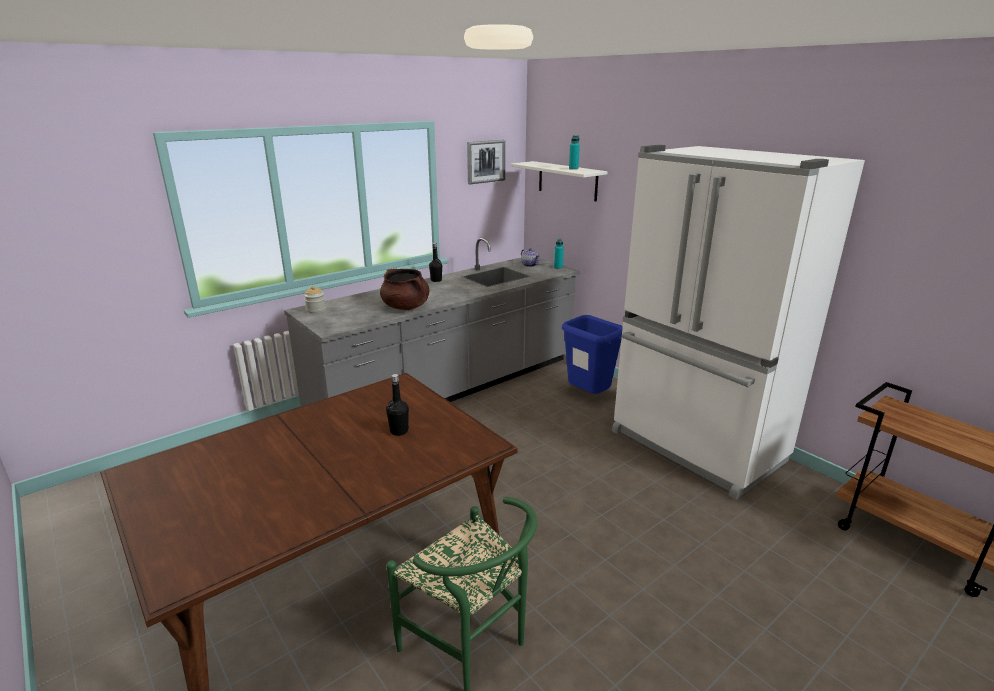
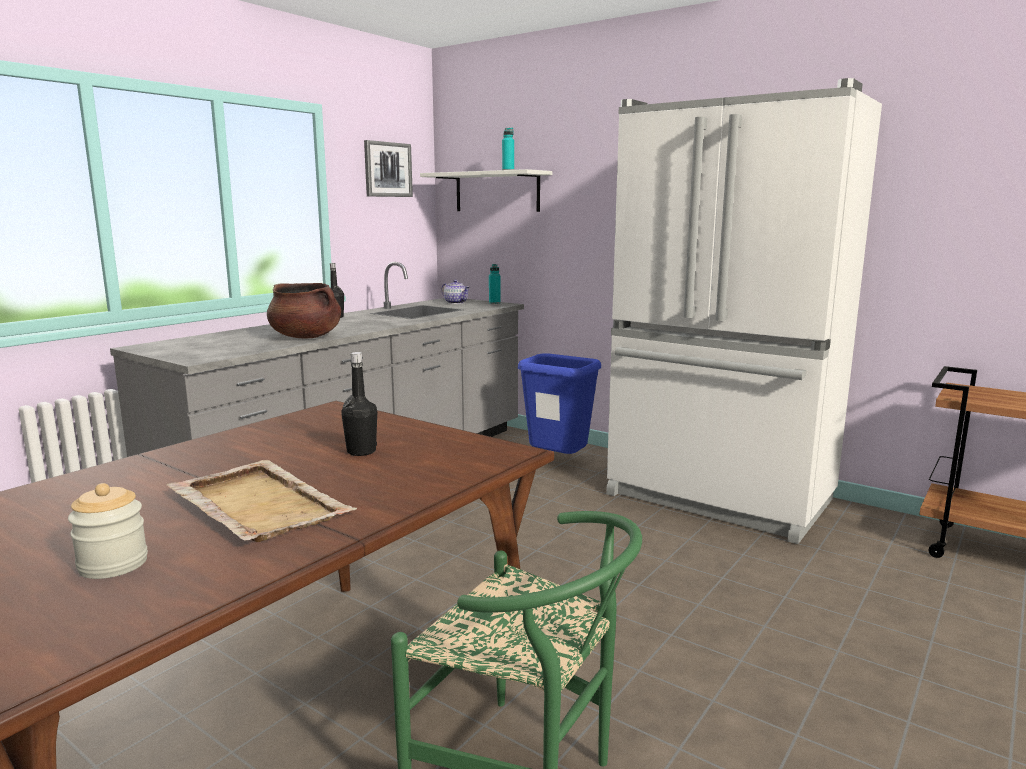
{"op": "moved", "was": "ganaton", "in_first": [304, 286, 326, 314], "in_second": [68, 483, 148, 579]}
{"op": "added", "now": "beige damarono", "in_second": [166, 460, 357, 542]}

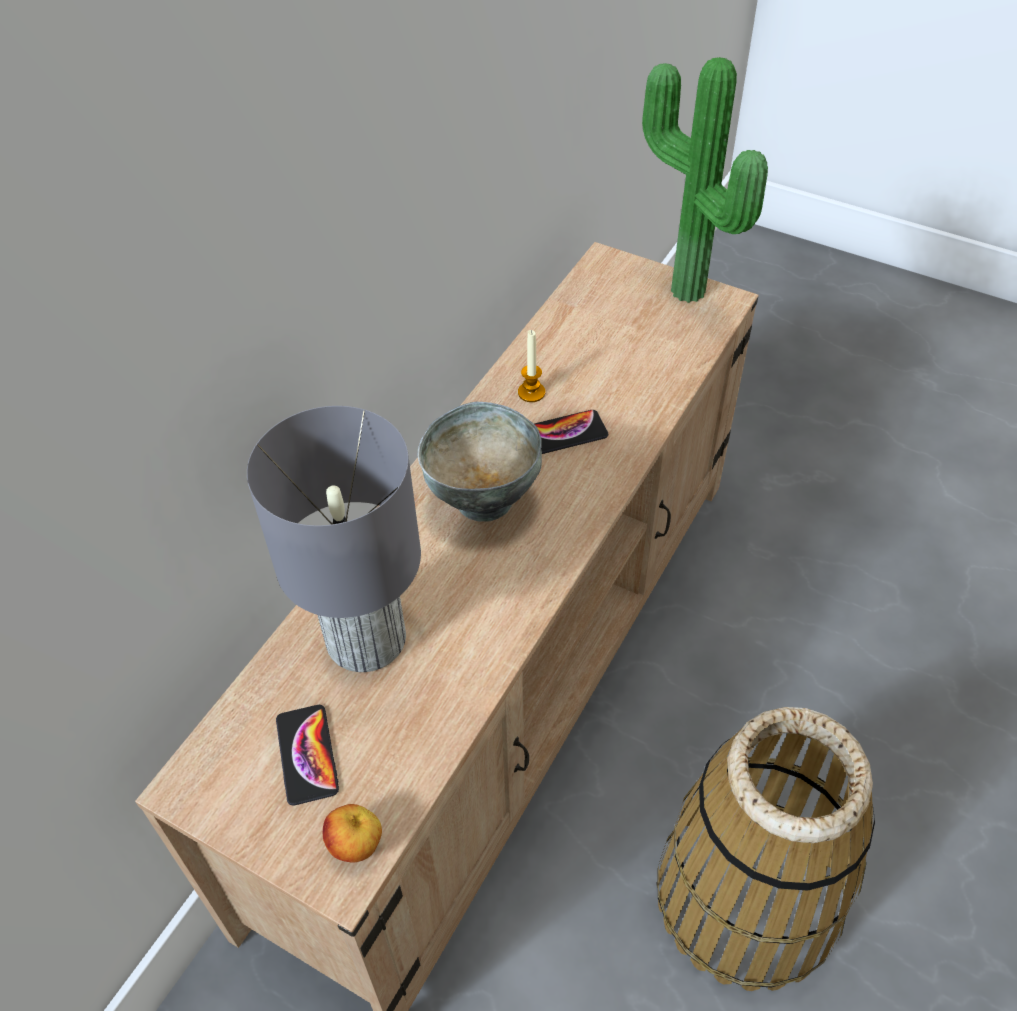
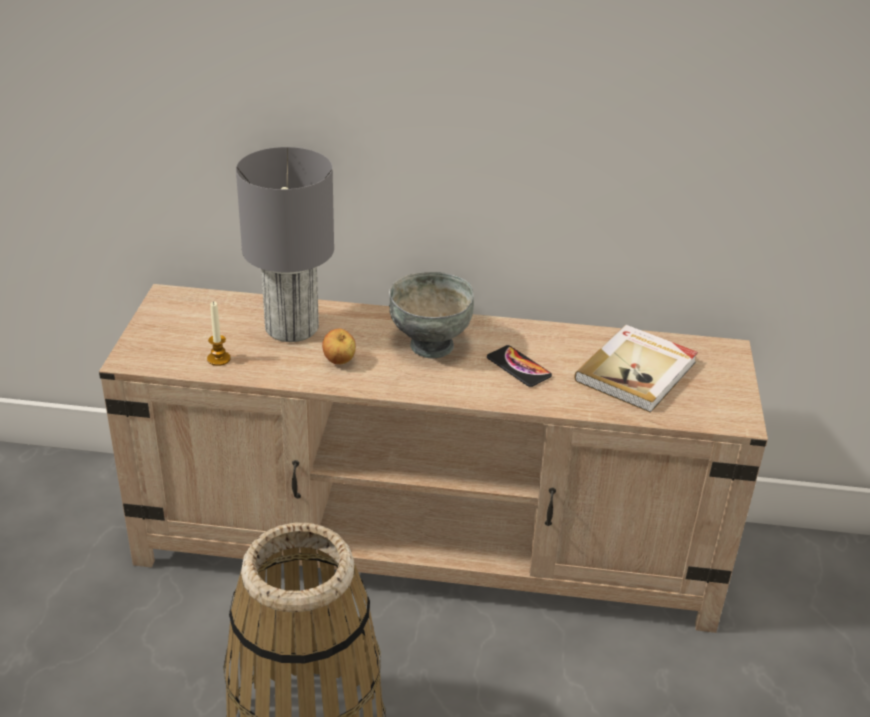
{"op": "removed", "was": "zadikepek", "in_first": [642, 57, 768, 303]}
{"op": "moved", "was": "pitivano", "in_first": [518, 330, 545, 402], "in_second": [207, 301, 231, 366]}
{"op": "removed", "was": "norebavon", "in_first": [276, 705, 339, 806]}
{"op": "moved", "was": "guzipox", "in_first": [323, 804, 382, 863], "in_second": [322, 329, 356, 364]}
{"op": "added", "now": "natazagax", "in_second": [574, 325, 698, 413]}

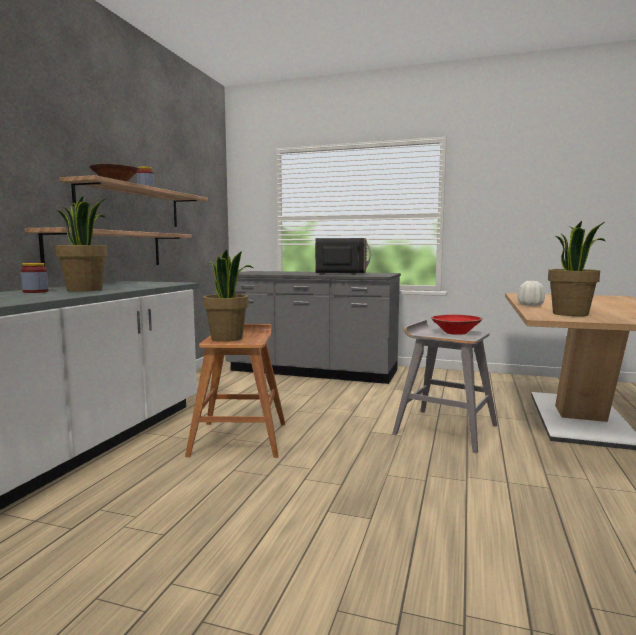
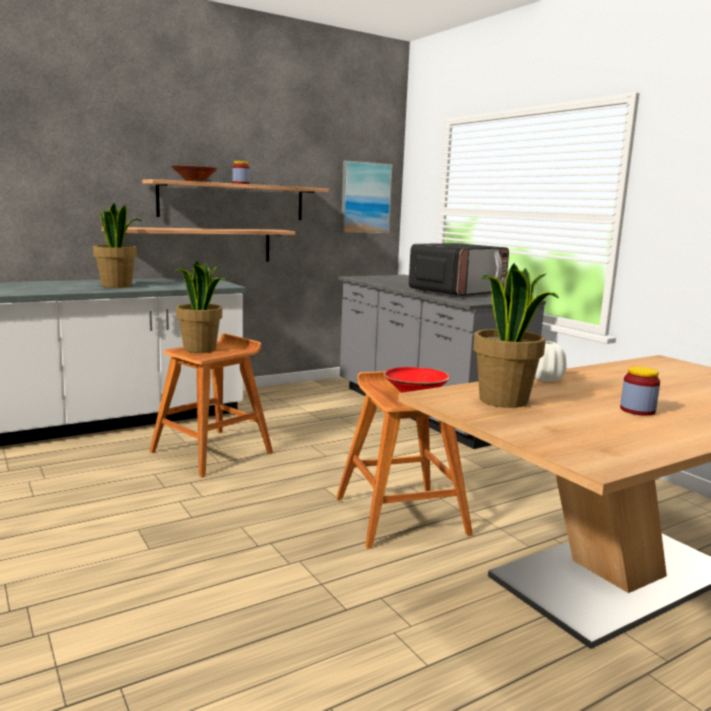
{"op": "moved", "was": "ganaton", "in_first": [21, 263, 49, 293], "in_second": [620, 366, 660, 416]}
{"op": "recoloured", "was": "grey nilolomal", "now": "brown nilolomal", "in_first": [392, 320, 497, 453], "in_second": [336, 371, 473, 549]}
{"op": "added", "now": "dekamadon", "in_second": [341, 160, 392, 233]}

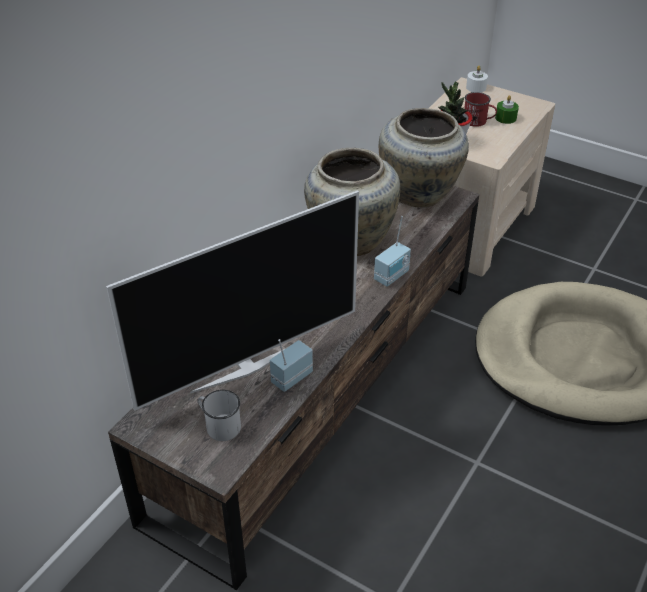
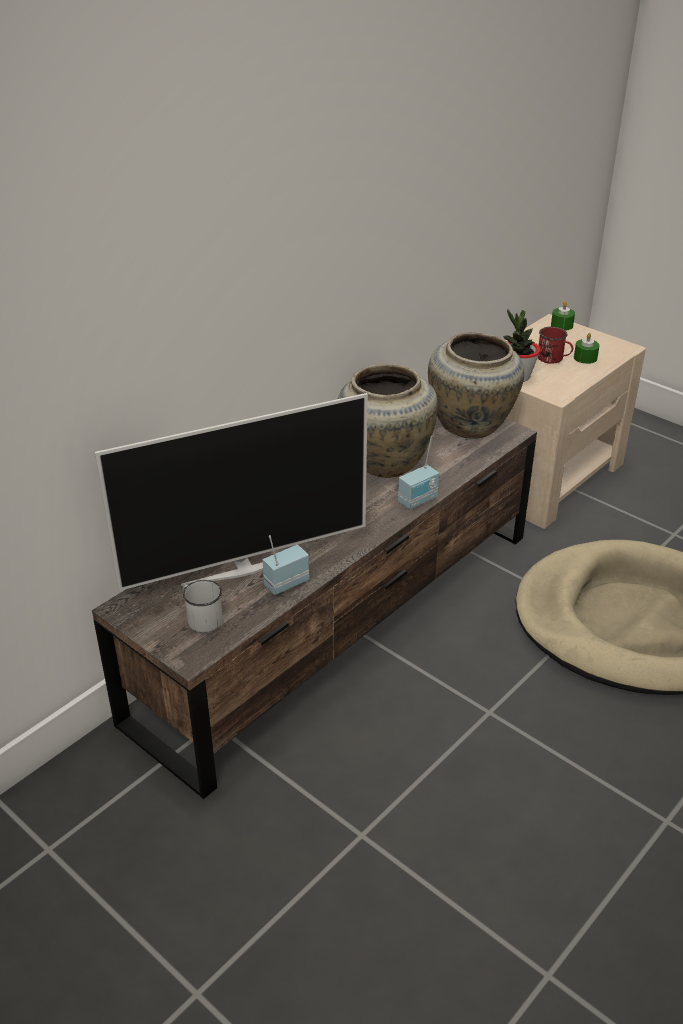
{"op": "recoloured", "was": "white pitivano", "now": "green pitivano", "in_first": [466, 66, 488, 92], "in_second": [551, 301, 575, 331]}

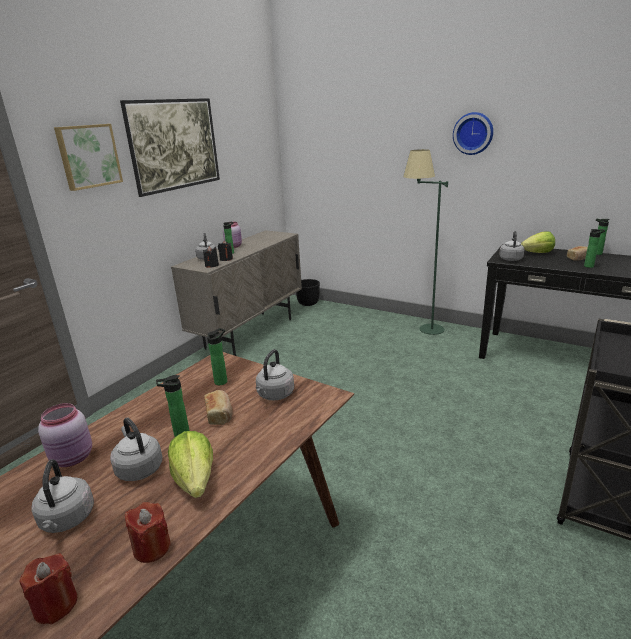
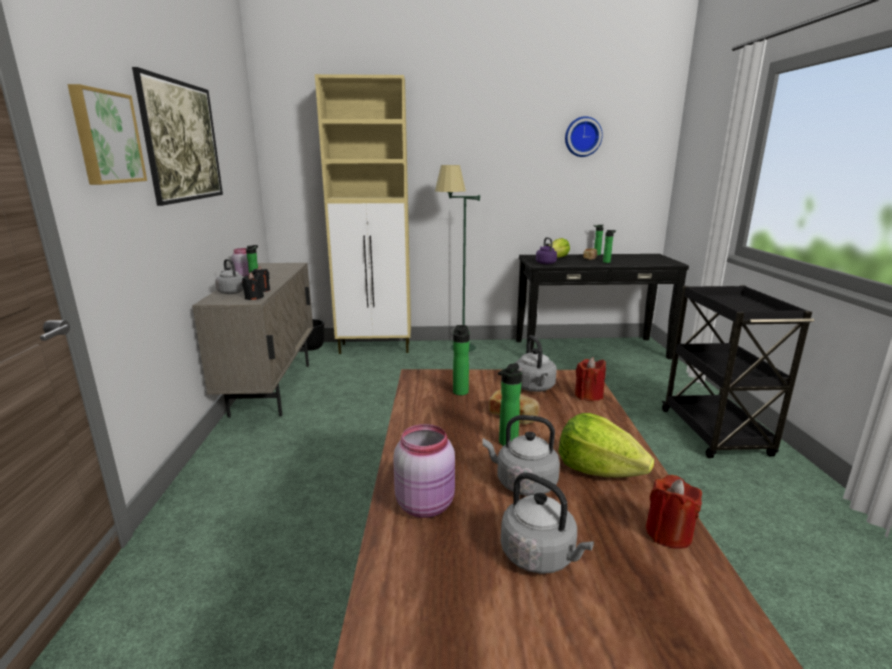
{"op": "moved", "was": "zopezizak", "in_first": [453, 112, 493, 155], "in_second": [565, 116, 603, 157]}
{"op": "recoloured", "was": "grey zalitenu", "now": "purple zalitenu", "in_first": [499, 231, 525, 261], "in_second": [536, 237, 557, 264]}
{"op": "moved", "was": "red pitivano", "in_first": [19, 553, 77, 625], "in_second": [575, 357, 606, 401]}
{"op": "added", "now": "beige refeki", "in_second": [315, 74, 411, 354]}

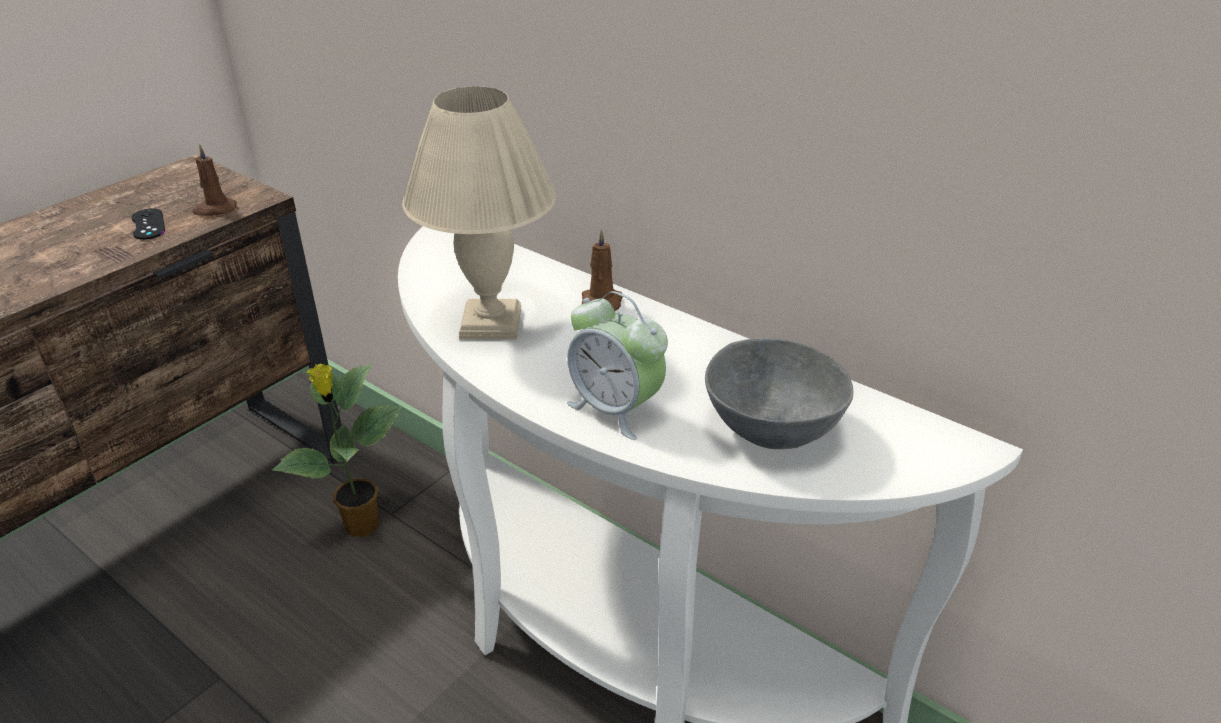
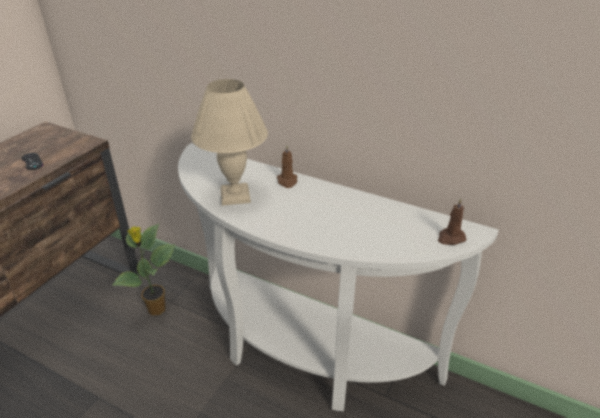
{"op": "moved", "was": "brown pitivano", "in_first": [193, 144, 237, 216], "in_second": [438, 198, 466, 245]}
{"op": "removed", "was": "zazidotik", "in_first": [567, 291, 668, 440]}
{"op": "removed", "was": "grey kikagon", "in_first": [705, 338, 853, 449]}

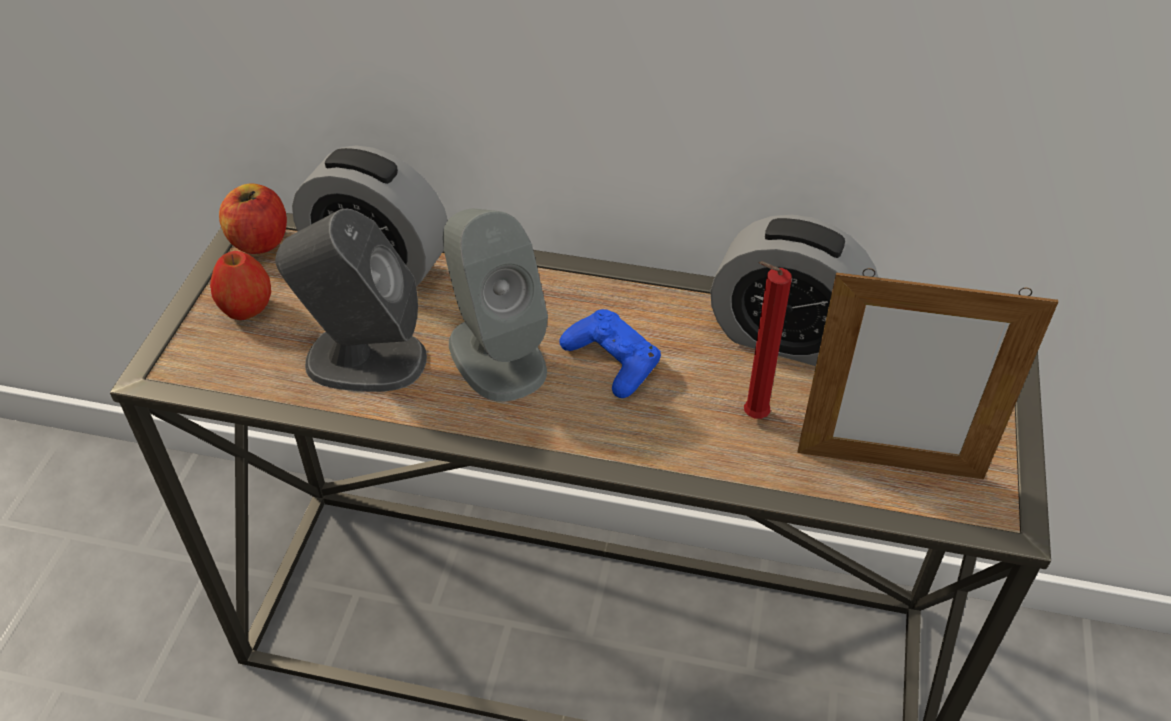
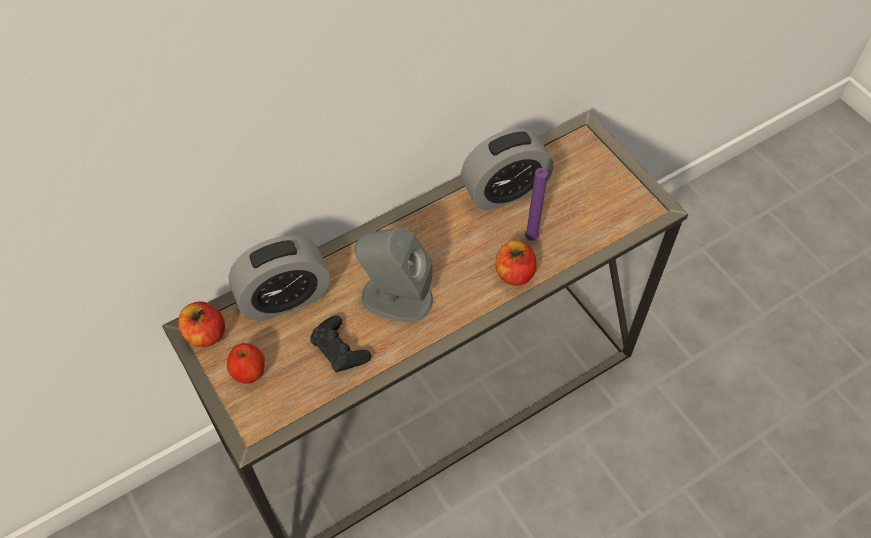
{"op": "replaced", "was": "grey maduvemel", "now": "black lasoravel", "in_first": [275, 209, 427, 392], "in_second": [310, 316, 372, 373]}
{"op": "recoloured", "was": "red pitivano", "now": "purple pitivano", "in_first": [744, 261, 792, 419], "in_second": [525, 168, 548, 241]}
{"op": "removed", "was": "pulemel", "in_first": [797, 268, 1058, 480]}
{"op": "removed", "was": "blue lasoravel", "in_first": [559, 309, 661, 398]}
{"op": "added", "now": "guzipox", "in_second": [495, 240, 537, 286]}

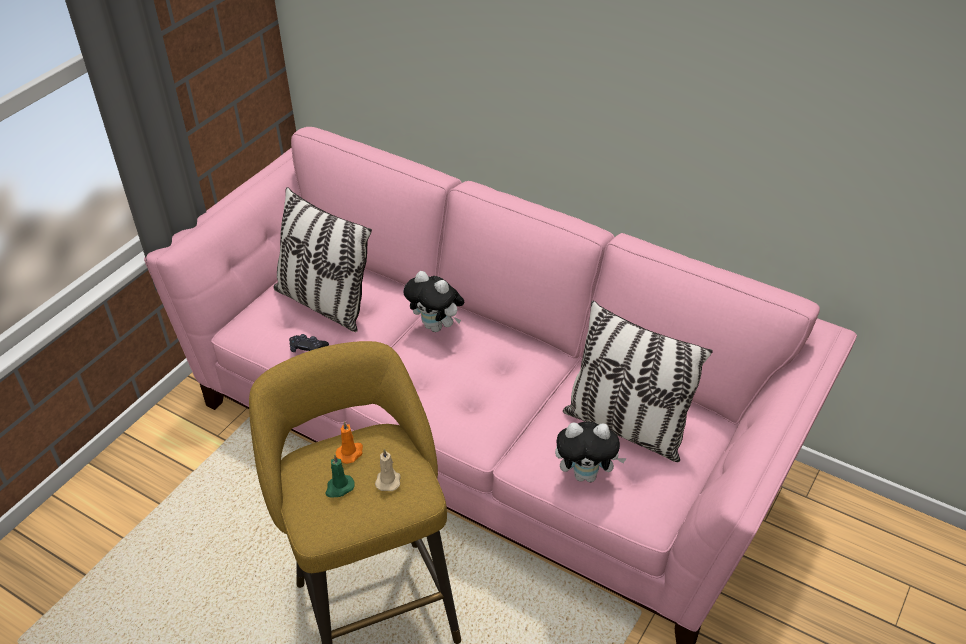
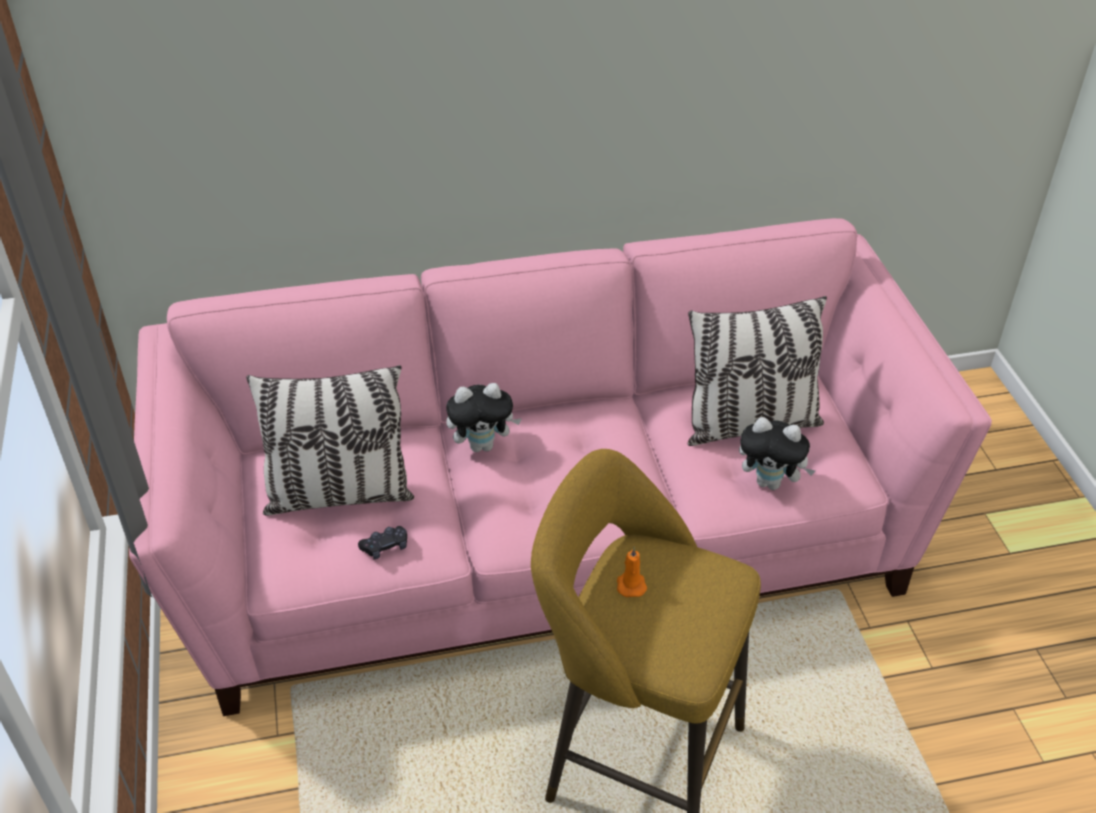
{"op": "turned", "was": "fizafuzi", "in_first": [555, 422, 627, 482], "in_second": [739, 417, 815, 490], "clockwise": 60}
{"op": "removed", "was": "beige pitivano", "in_first": [375, 449, 401, 491]}
{"op": "removed", "was": "green pitivano", "in_first": [325, 454, 355, 498]}

